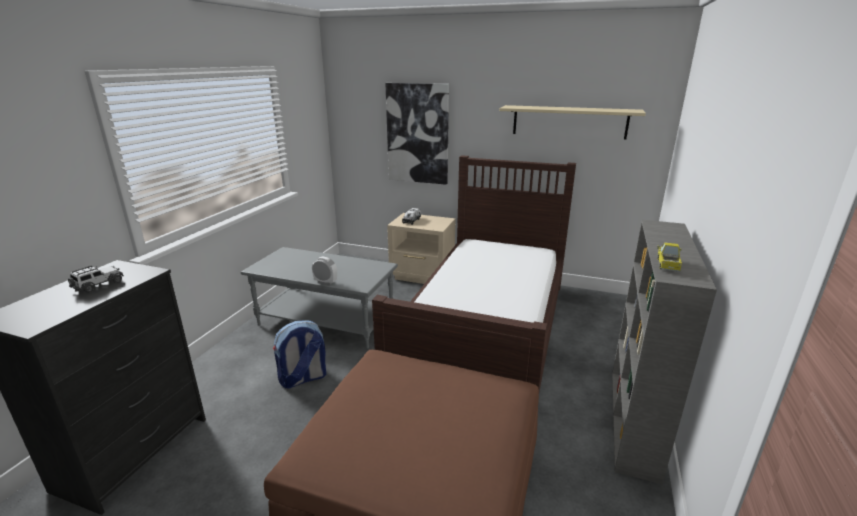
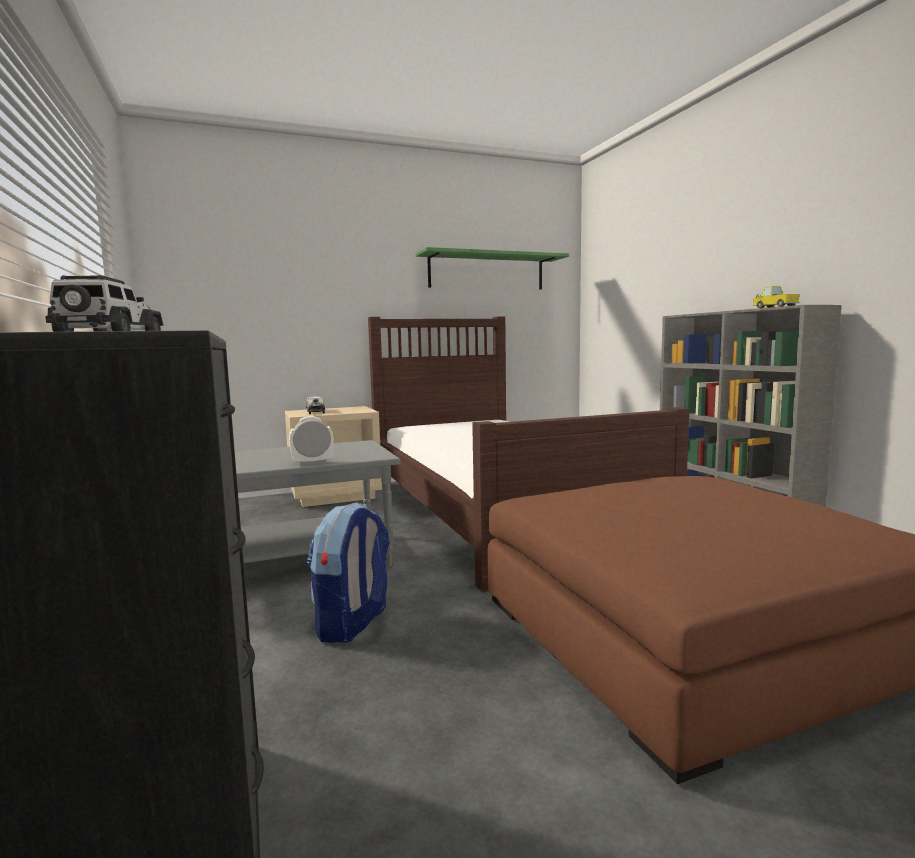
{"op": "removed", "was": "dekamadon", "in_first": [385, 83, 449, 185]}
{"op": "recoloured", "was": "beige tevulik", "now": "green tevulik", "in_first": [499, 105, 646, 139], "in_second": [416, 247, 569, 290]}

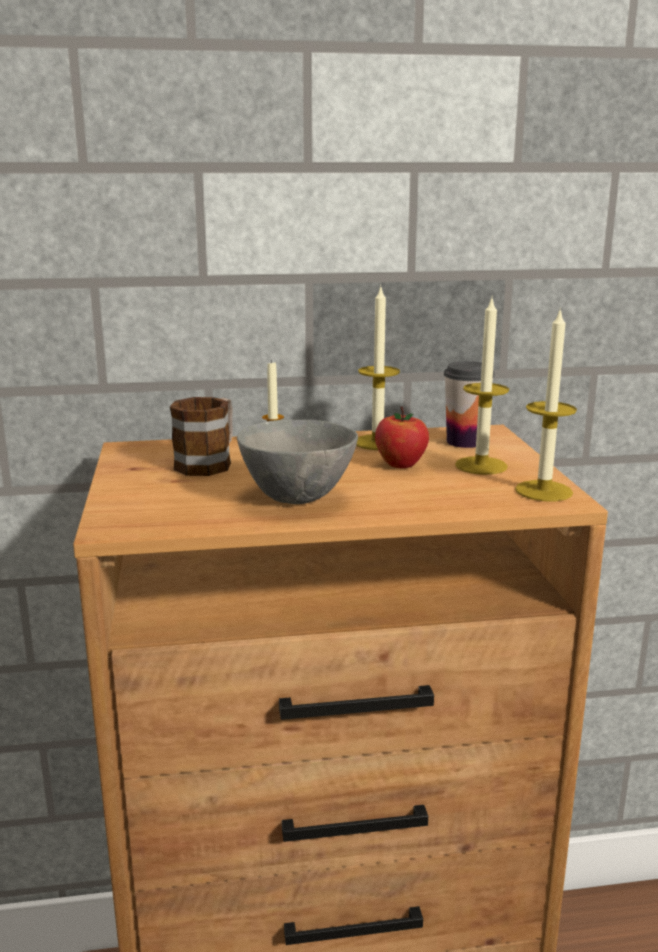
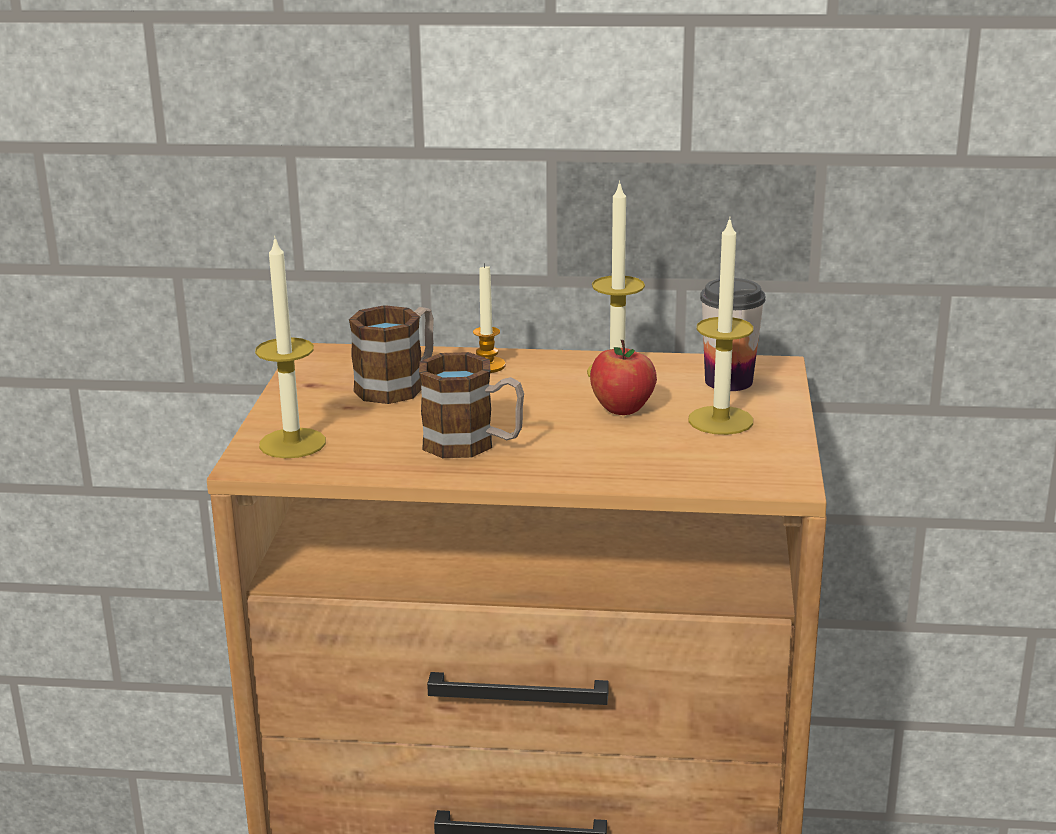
{"op": "moved", "was": "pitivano", "in_first": [515, 307, 577, 501], "in_second": [255, 235, 326, 458]}
{"op": "replaced", "was": "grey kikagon", "now": "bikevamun", "in_first": [237, 419, 358, 504], "in_second": [419, 352, 524, 458]}

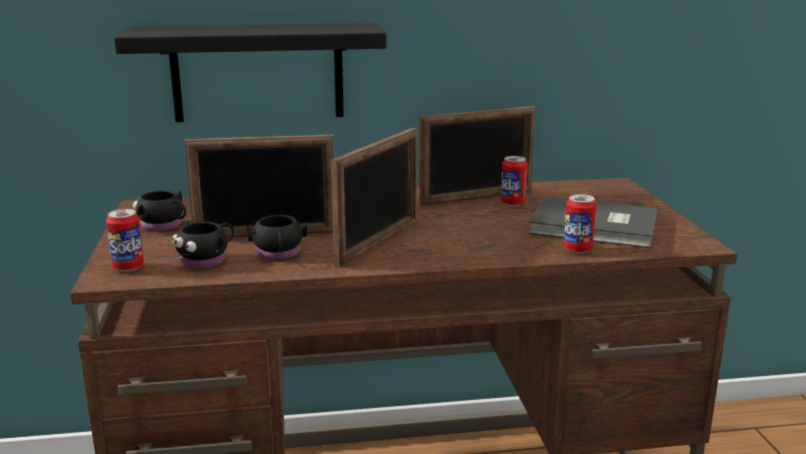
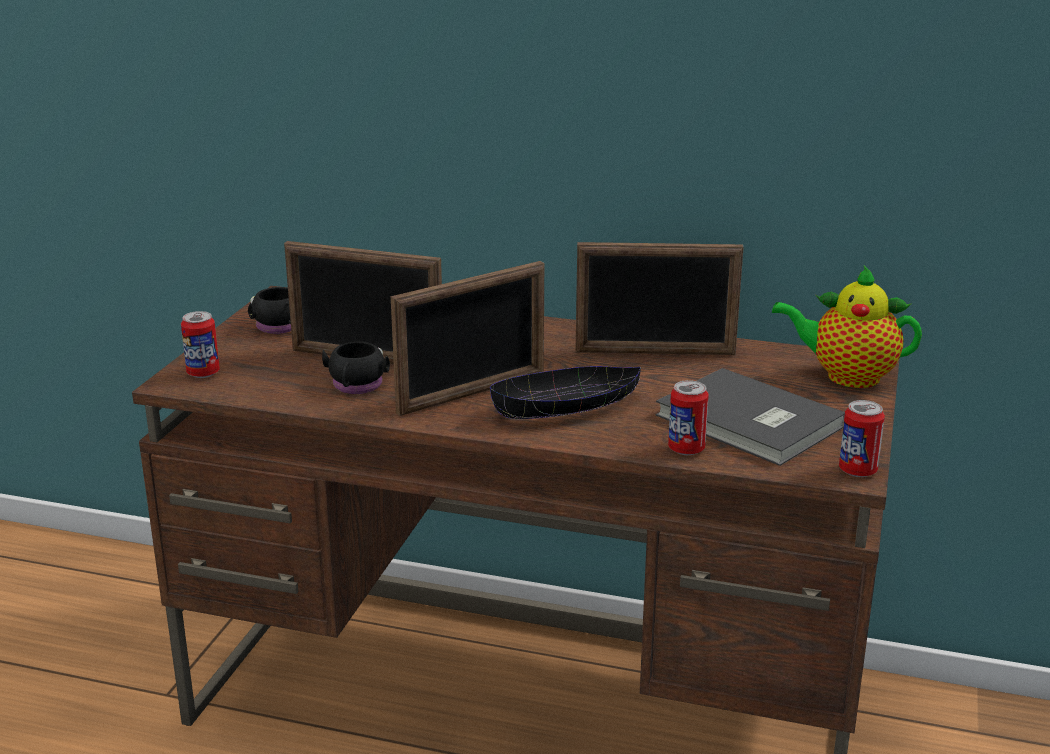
{"op": "removed", "was": "black tevulik", "in_first": [114, 23, 387, 122]}
{"op": "moved", "was": "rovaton", "in_first": [501, 156, 528, 207], "in_second": [839, 400, 885, 477]}
{"op": "removed", "was": "black bikevamun", "in_first": [172, 221, 234, 268]}
{"op": "added", "now": "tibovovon", "in_second": [772, 266, 922, 388]}
{"op": "added", "now": "black kikagon", "in_second": [490, 366, 641, 419]}

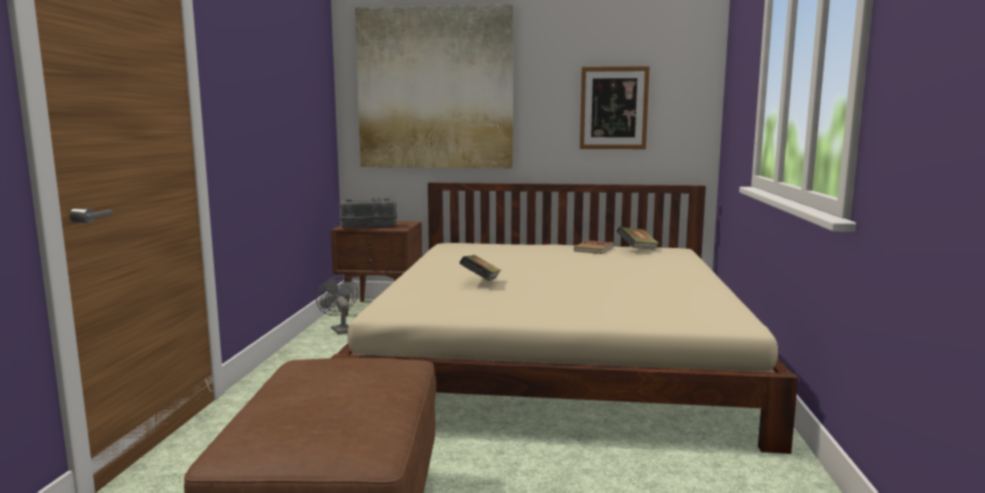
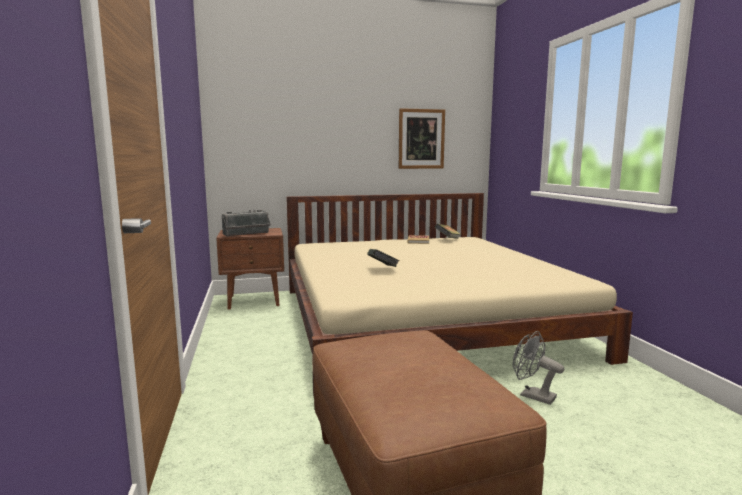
{"op": "removed", "was": "dekamadon", "in_first": [355, 4, 514, 168]}
{"op": "moved", "was": "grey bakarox", "in_first": [316, 276, 358, 335], "in_second": [513, 331, 564, 405]}

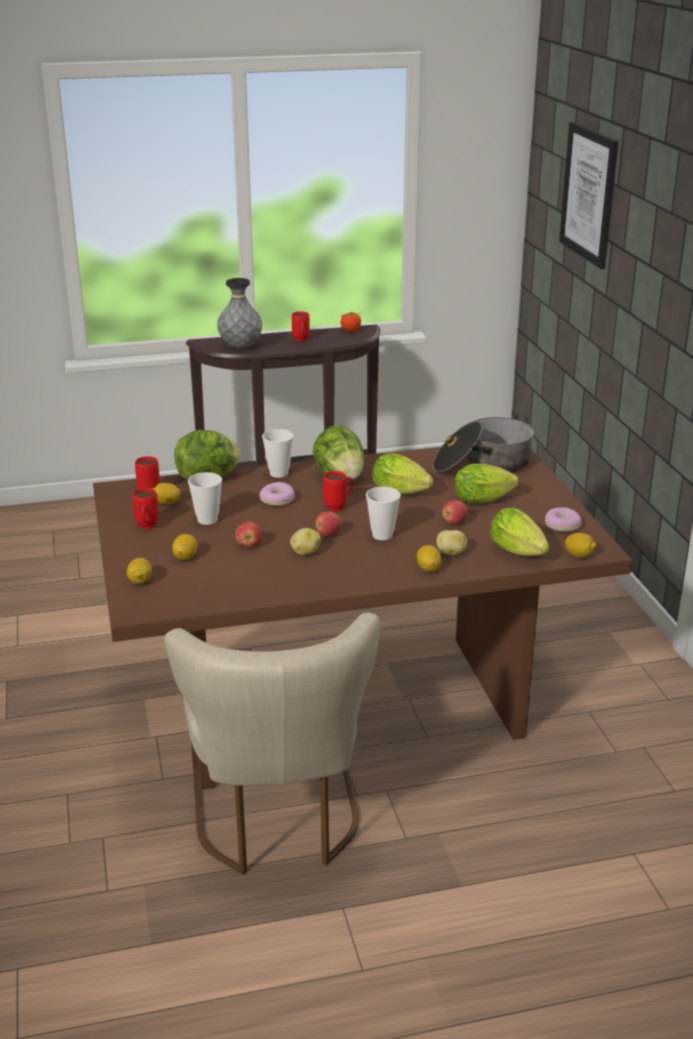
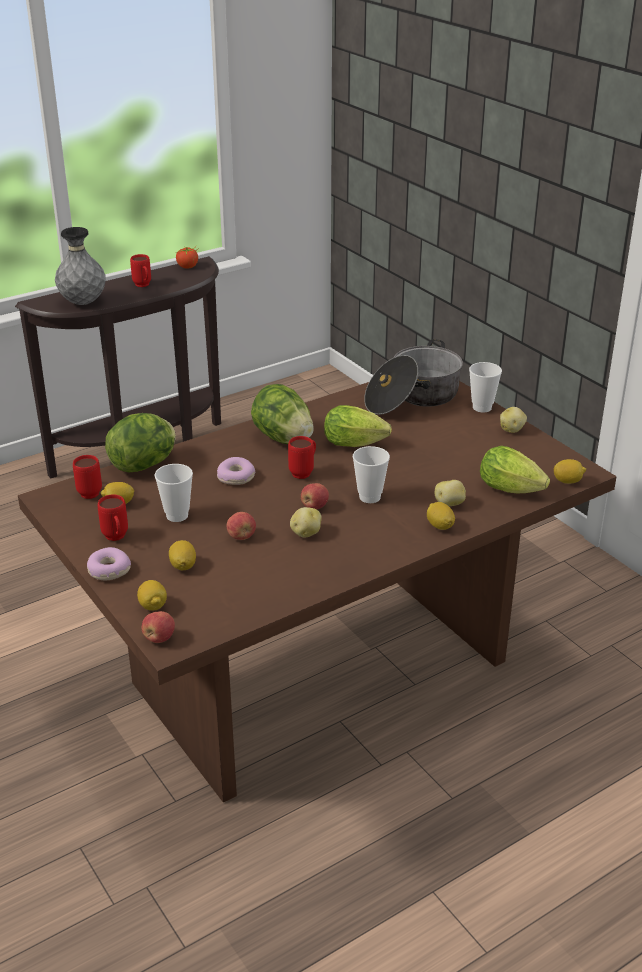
{"op": "removed", "was": "dekamadon", "in_first": [559, 122, 618, 269]}
{"op": "moved", "was": "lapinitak", "in_first": [262, 429, 294, 478], "in_second": [469, 362, 502, 412]}
{"op": "removed", "was": "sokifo", "in_first": [454, 464, 518, 503]}
{"op": "moved", "was": "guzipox", "in_first": [442, 500, 468, 524], "in_second": [142, 611, 175, 643]}
{"op": "moved", "was": "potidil", "in_first": [545, 507, 582, 532], "in_second": [87, 547, 131, 580]}
{"op": "removed", "was": "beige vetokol", "in_first": [164, 612, 380, 875]}
{"op": "added", "now": "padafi", "in_second": [500, 407, 527, 433]}

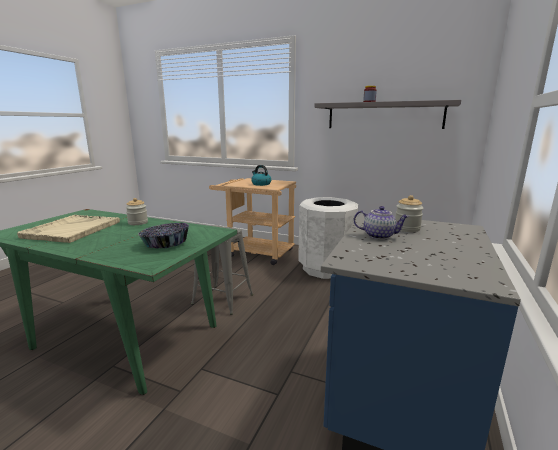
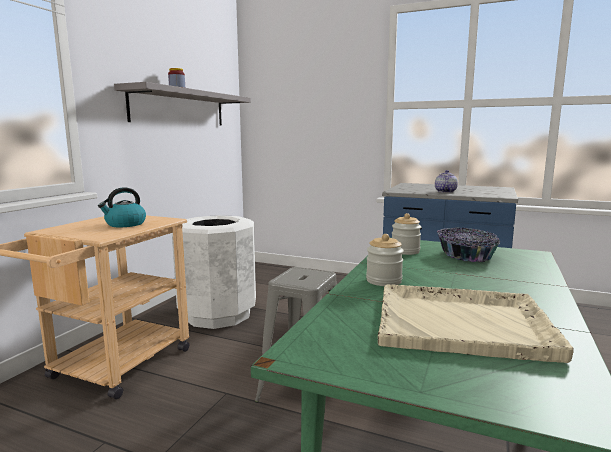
{"op": "moved", "was": "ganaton", "in_first": [395, 195, 423, 232], "in_second": [392, 213, 421, 255]}

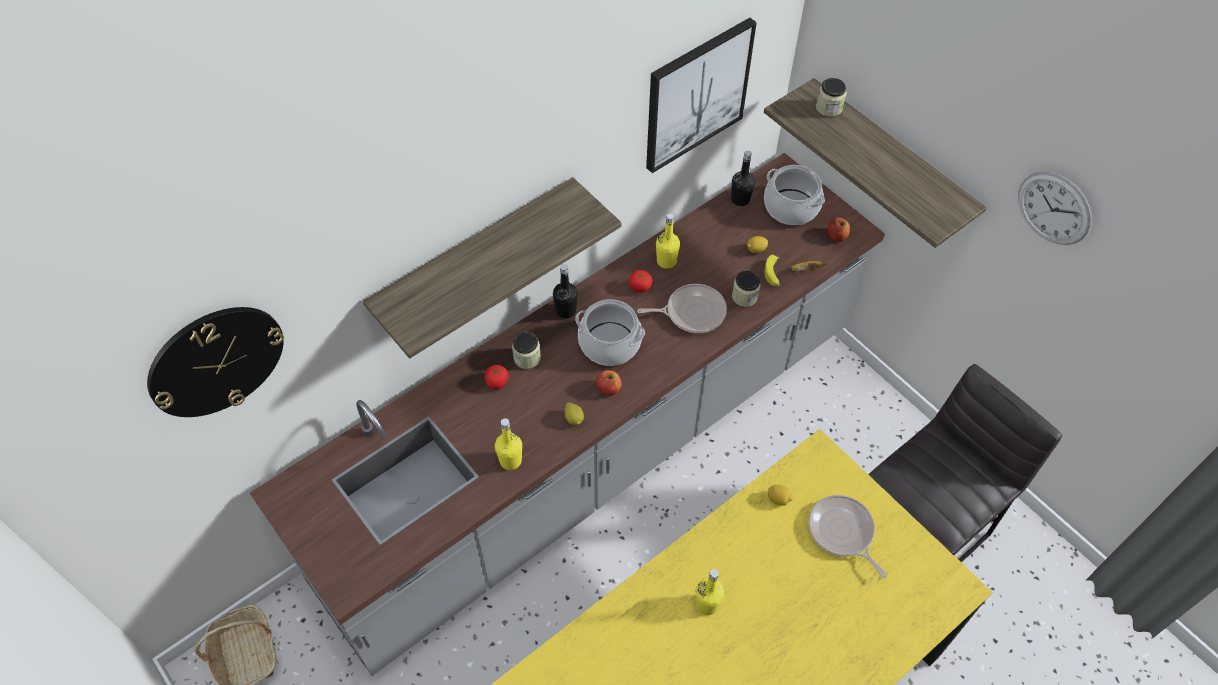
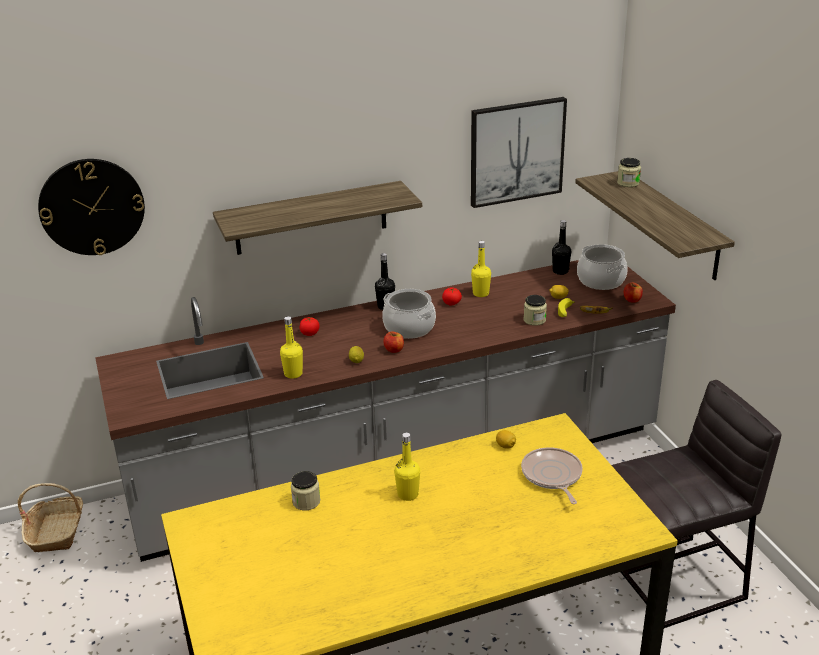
{"op": "removed", "was": "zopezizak", "in_first": [1018, 172, 1092, 245]}
{"op": "removed", "was": "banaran", "in_first": [637, 284, 727, 333]}
{"op": "moved", "was": "ganaton", "in_first": [512, 332, 541, 369], "in_second": [291, 471, 320, 510]}

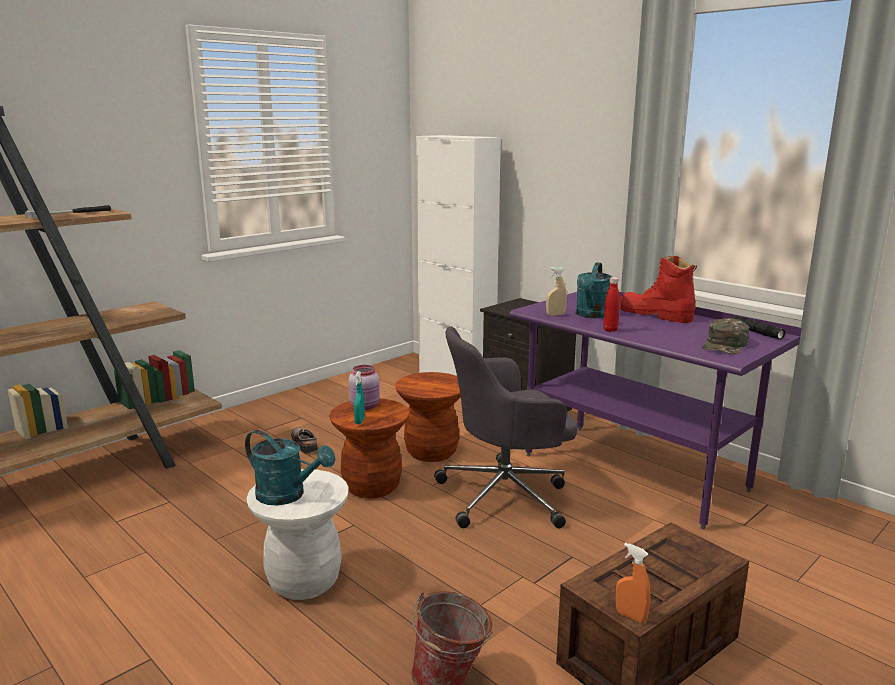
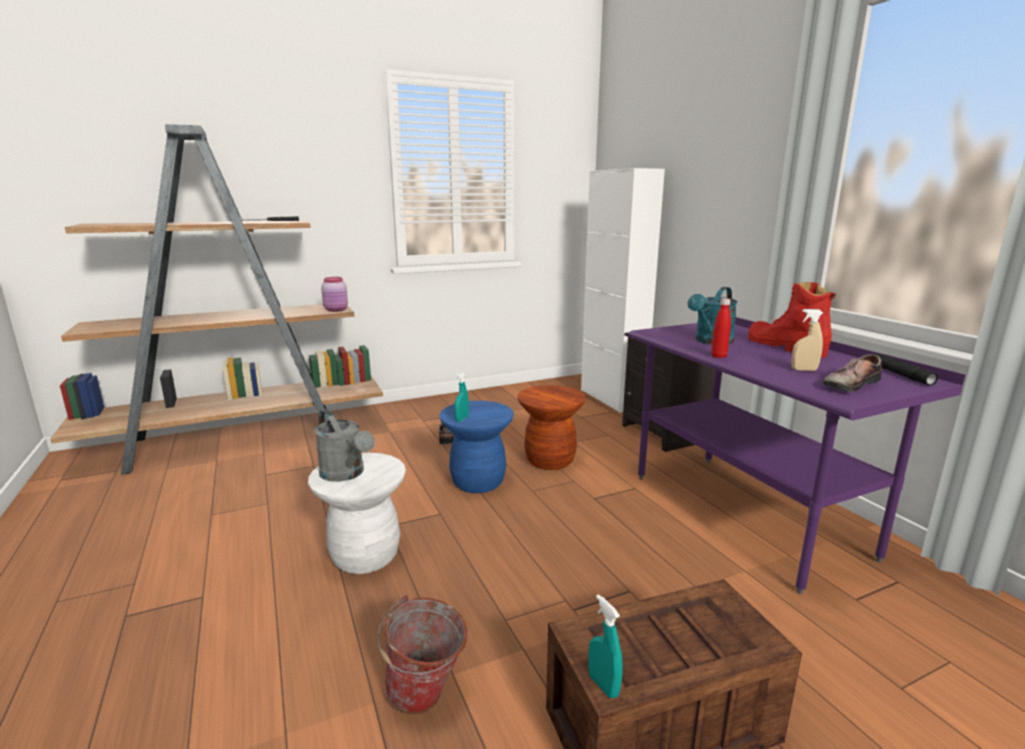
{"op": "moved", "was": "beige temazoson", "in_first": [546, 267, 567, 316], "in_second": [791, 309, 823, 371]}
{"op": "replaced", "was": "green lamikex", "now": "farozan", "in_first": [702, 318, 749, 354], "in_second": [822, 354, 882, 392]}
{"op": "removed", "was": "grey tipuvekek", "in_first": [434, 326, 578, 528]}
{"op": "moved", "was": "pink ganaton", "in_first": [349, 365, 380, 410], "in_second": [321, 277, 348, 312]}
{"op": "recoloured", "was": "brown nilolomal", "now": "blue nilolomal", "in_first": [329, 398, 409, 498], "in_second": [439, 401, 514, 493]}
{"op": "recoloured", "was": "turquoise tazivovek", "now": "grey tazivovek", "in_first": [245, 430, 335, 505], "in_second": [314, 409, 375, 482]}
{"op": "recoloured", "was": "orange temazoson", "now": "turquoise temazoson", "in_first": [616, 543, 651, 623], "in_second": [588, 594, 623, 698]}

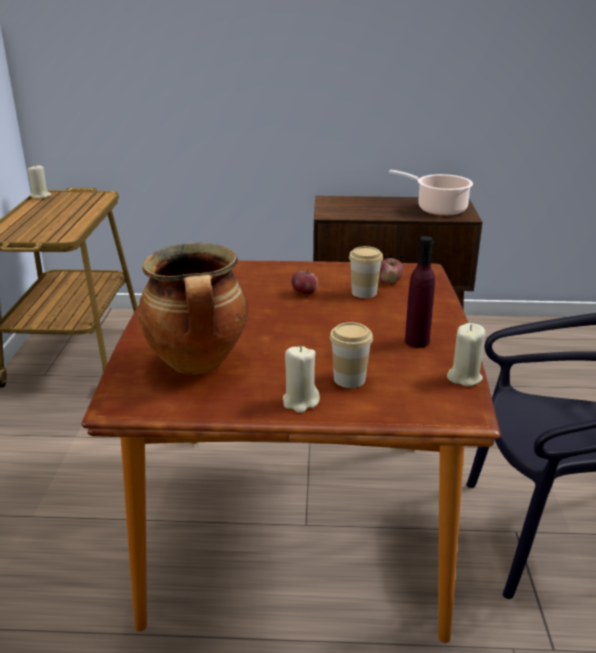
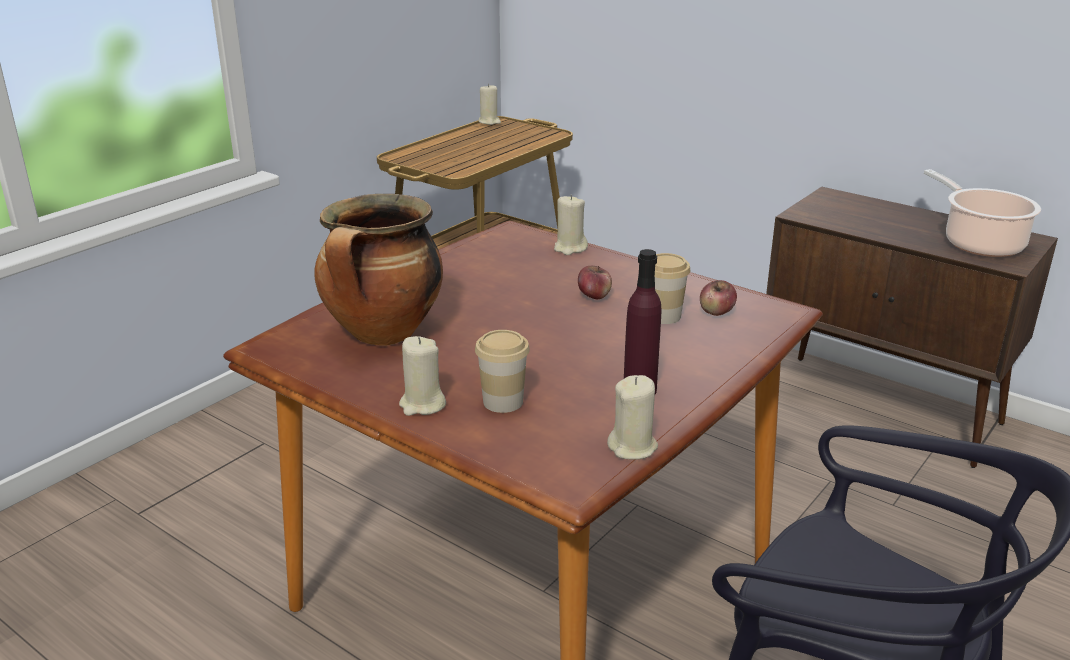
{"op": "added", "now": "beige pitivano", "in_second": [554, 195, 588, 255]}

